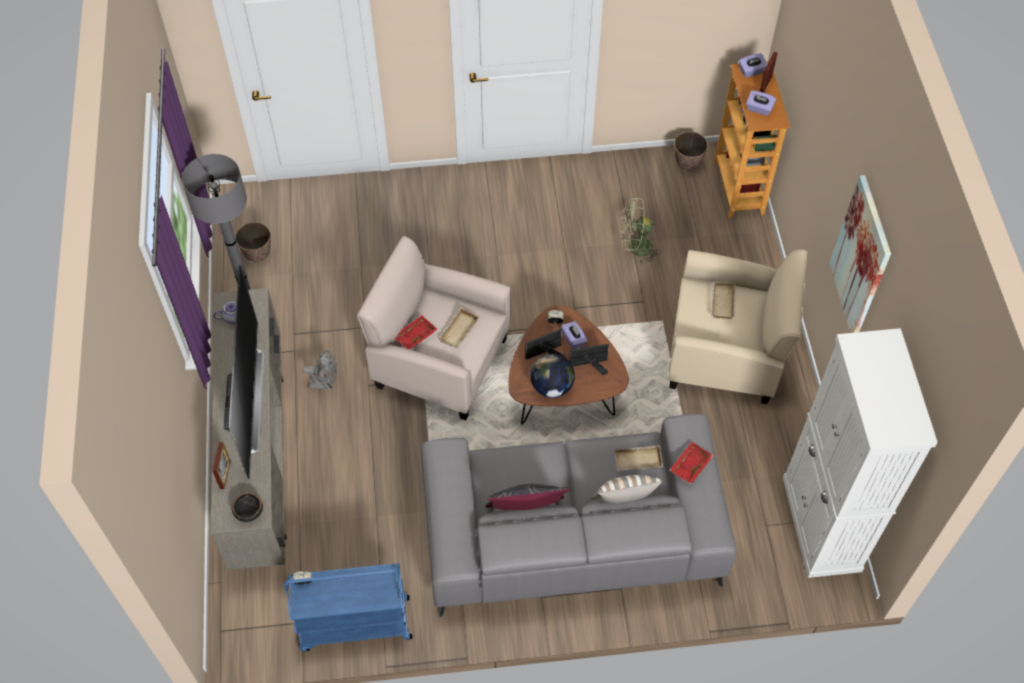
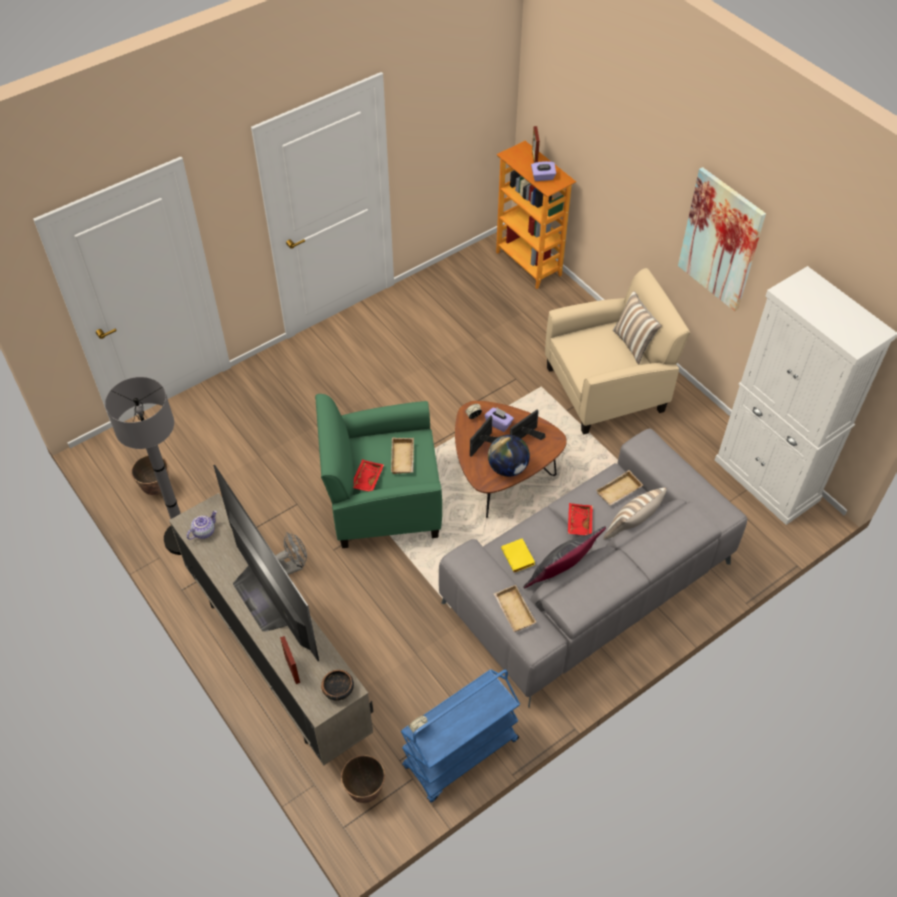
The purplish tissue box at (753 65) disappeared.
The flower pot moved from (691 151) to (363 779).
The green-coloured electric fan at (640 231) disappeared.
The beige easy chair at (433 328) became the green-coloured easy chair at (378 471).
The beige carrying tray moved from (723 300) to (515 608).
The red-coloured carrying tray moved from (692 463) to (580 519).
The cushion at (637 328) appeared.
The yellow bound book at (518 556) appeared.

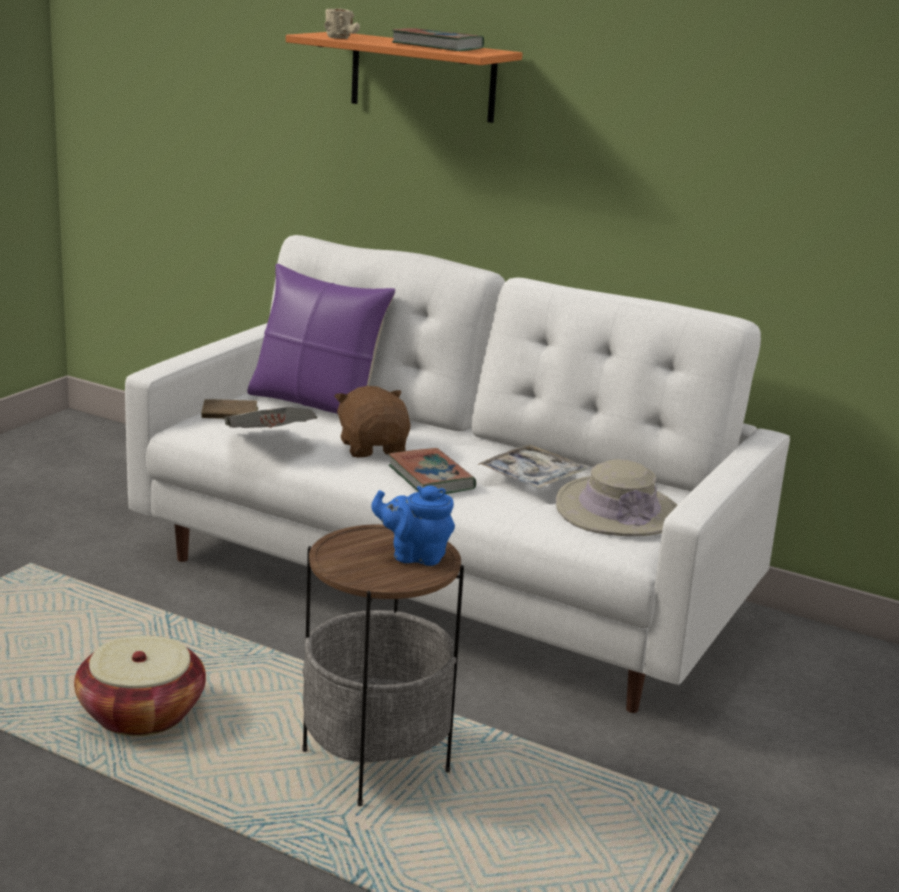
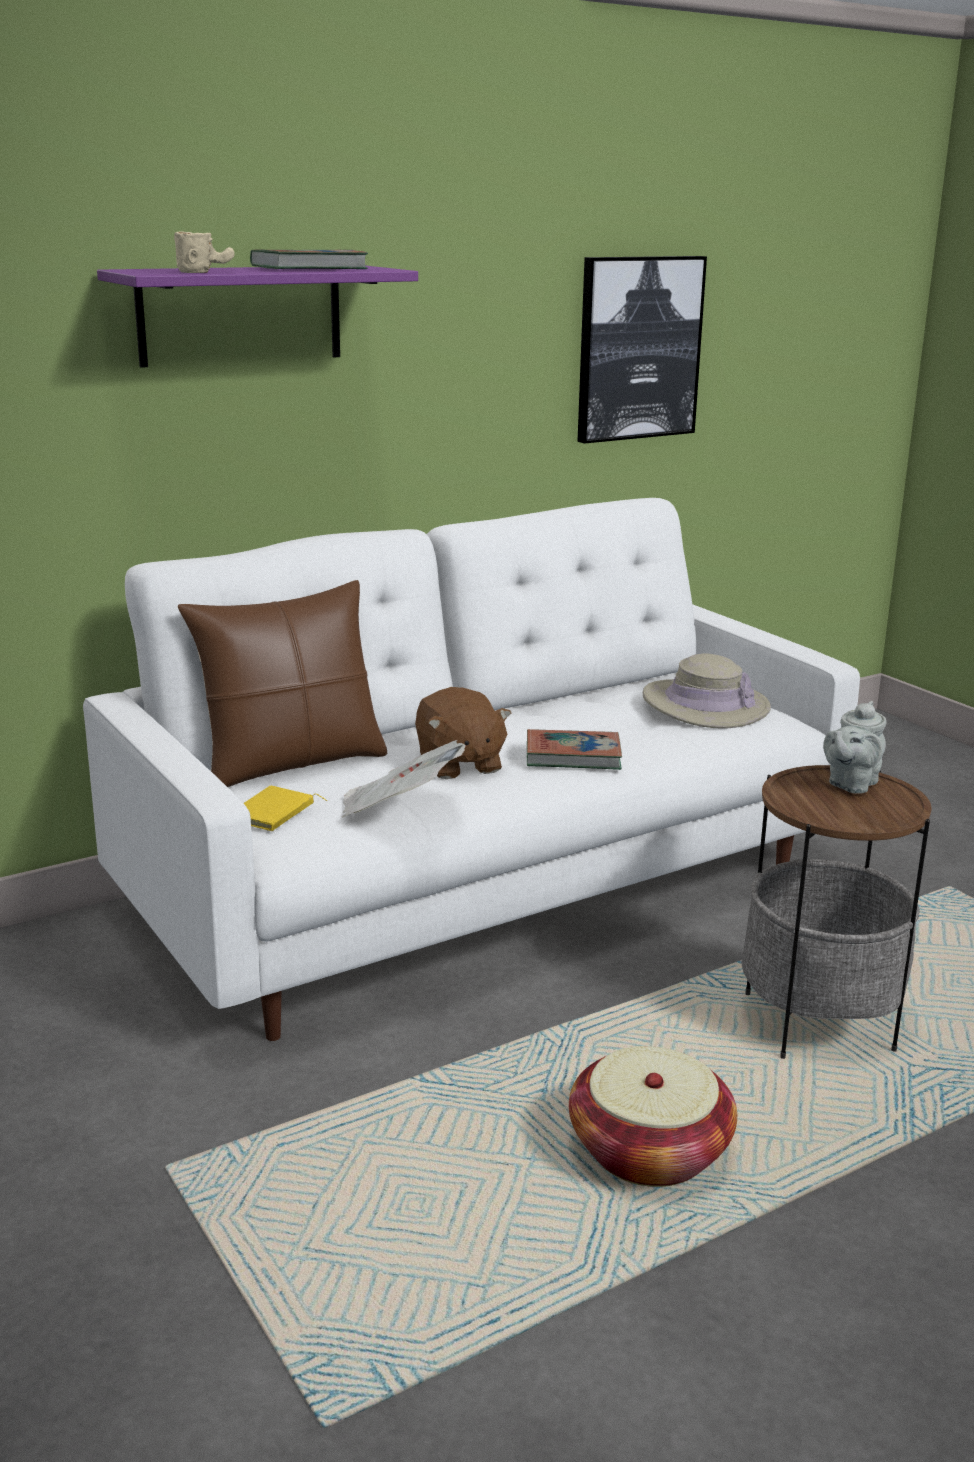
The orange-coloured bracket shelf at (404 77) became the purplish bracket shelf at (257 317).
The purplish cushion at (321 339) became the brownish cushion at (283 683).
The brownish plush toy at (372 422) turned 120 degrees counterclockwise.
The brownish bound book at (229 409) became the yellow bound book at (285 808).
The carrying tray at (532 466) disappeared.
The bluish teapot at (413 526) became the gray teapot at (855 747).
The picture at (642 350) appeared.

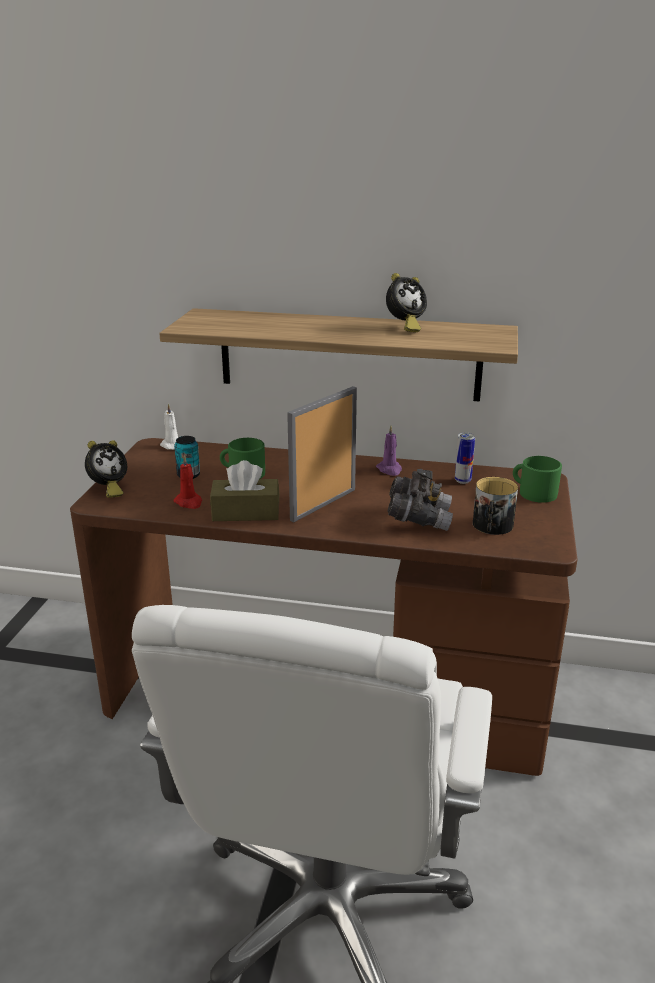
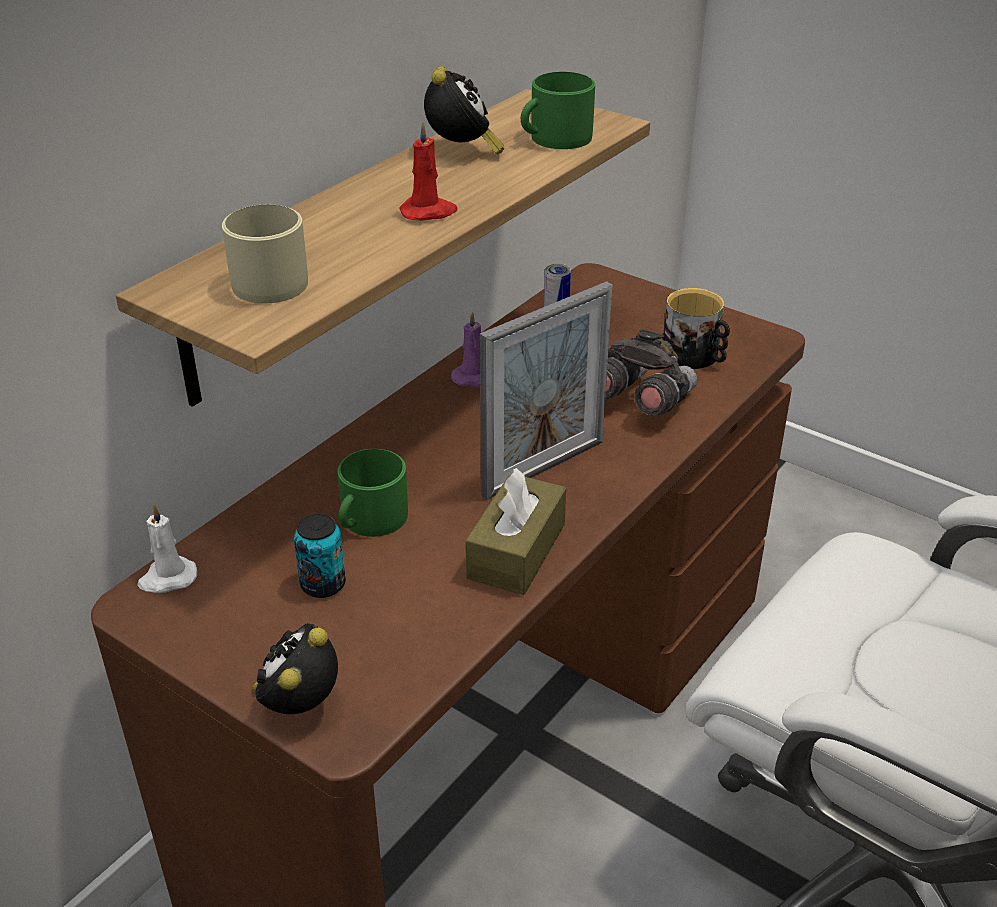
The photo frame at (322 454) turned 105 degrees counterclockwise.
The bedside clock at (106 469) turned 135 degrees counterclockwise.
The red-coloured candle moved from (187 482) to (428 171).
The green-coloured tea mug moved from (537 479) to (558 110).
The beige tea mug at (265 254) appeared.

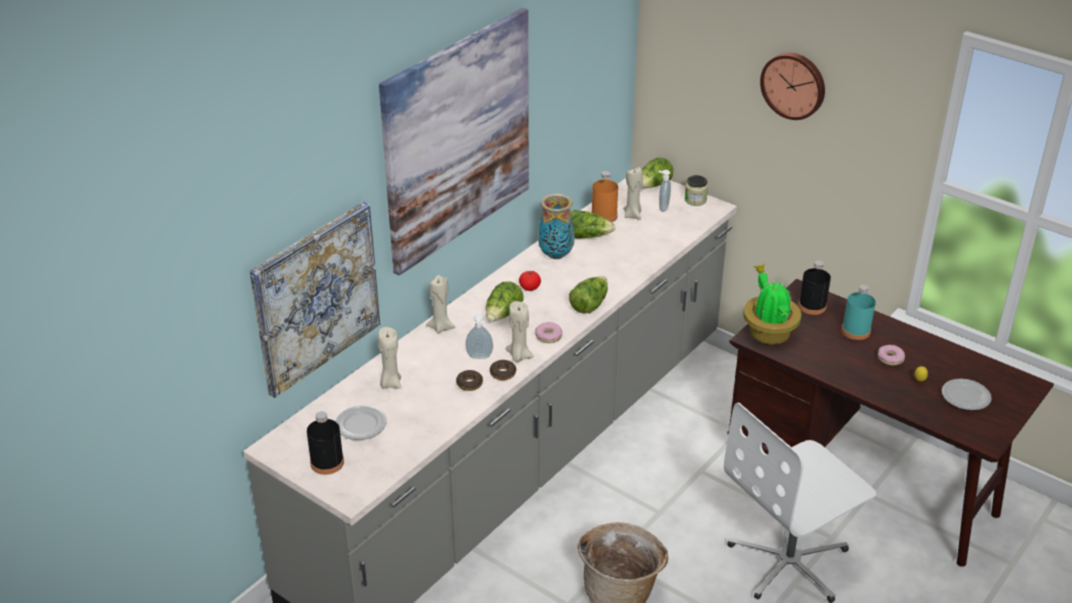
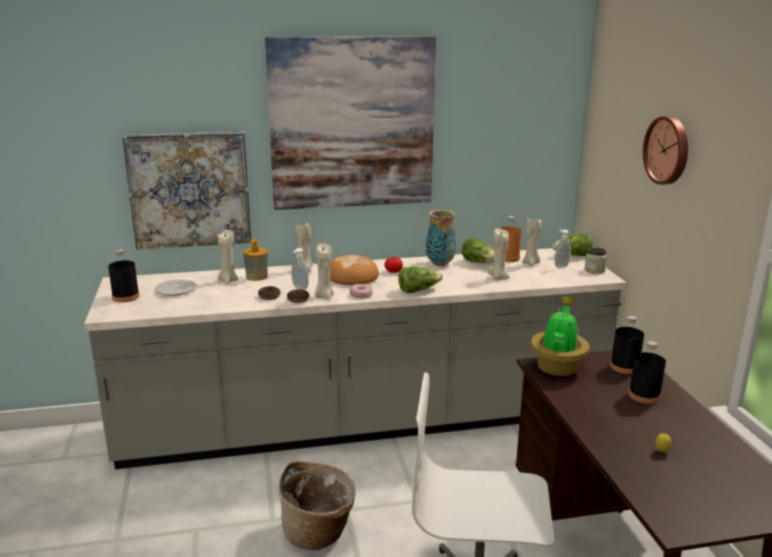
The head of lettuce at (505 301) was replaced by the baked bread at (354 270).
The blue-green beverage bottle at (859 312) became the blackish beverage bottle at (647 372).
The donut at (891 355) disappeared.
The plate at (967 394) disappeared.
The beige candle at (499 254) appeared.
The soap bottle at (255 260) appeared.

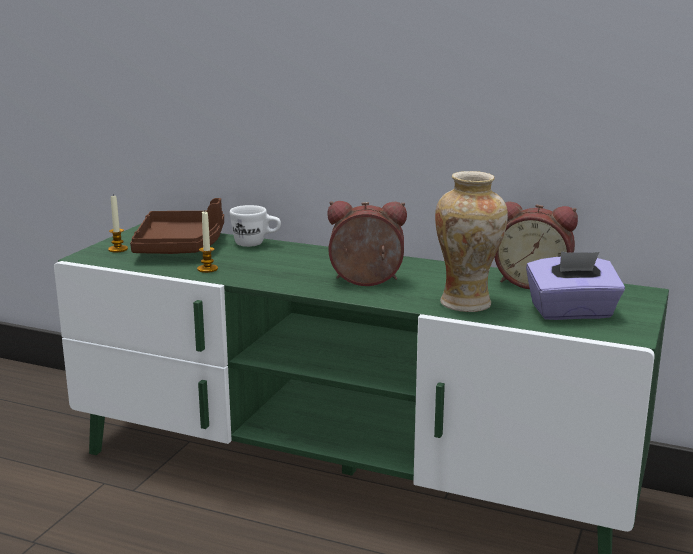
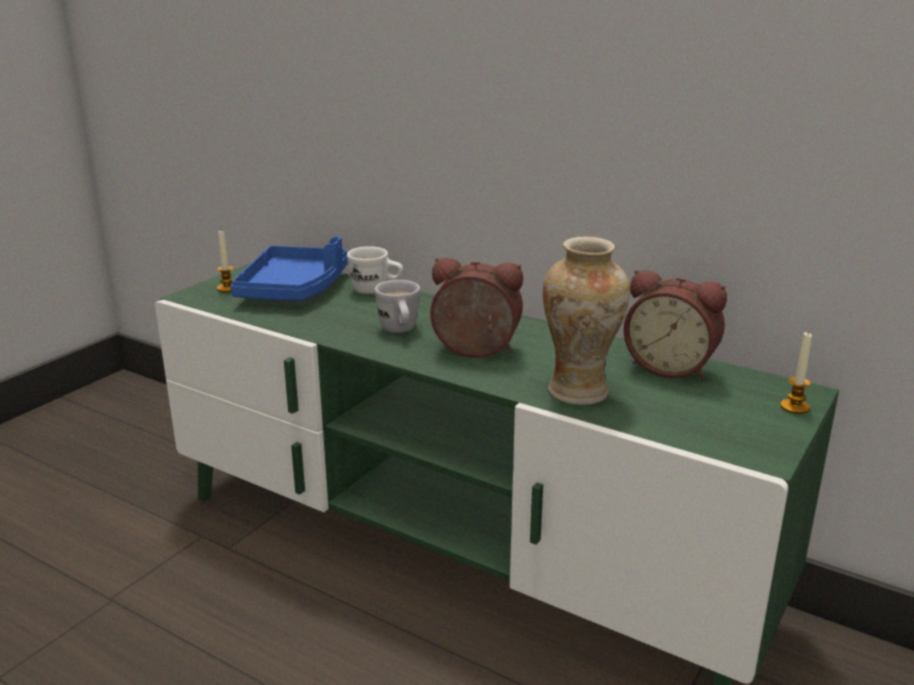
The brownish carrying tray at (177 226) became the bluish carrying tray at (289 269).
The candle moved from (207 242) to (796 372).
The purplish tissue box at (575 286) disappeared.
The whitish tea mug at (397 306) appeared.

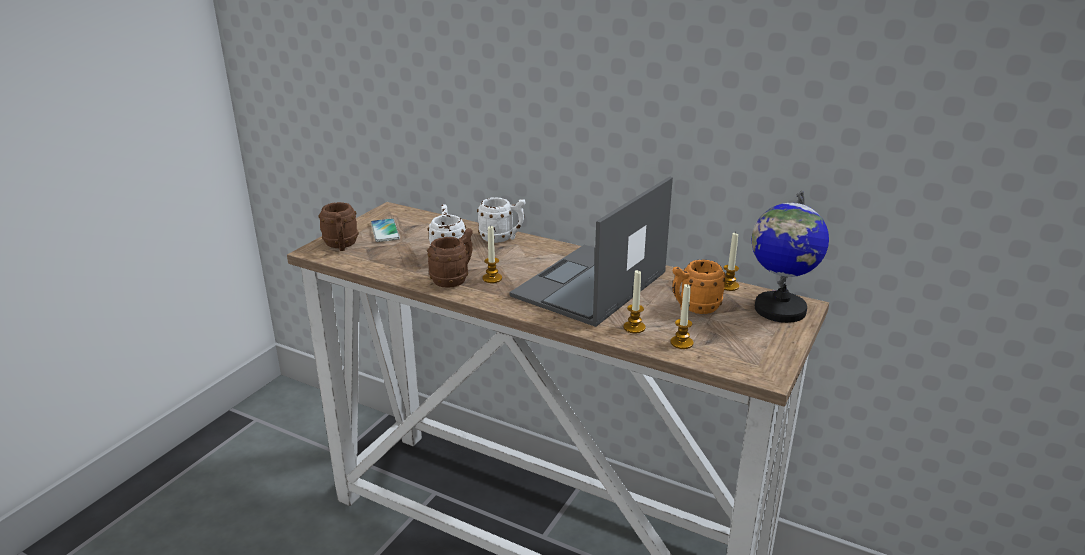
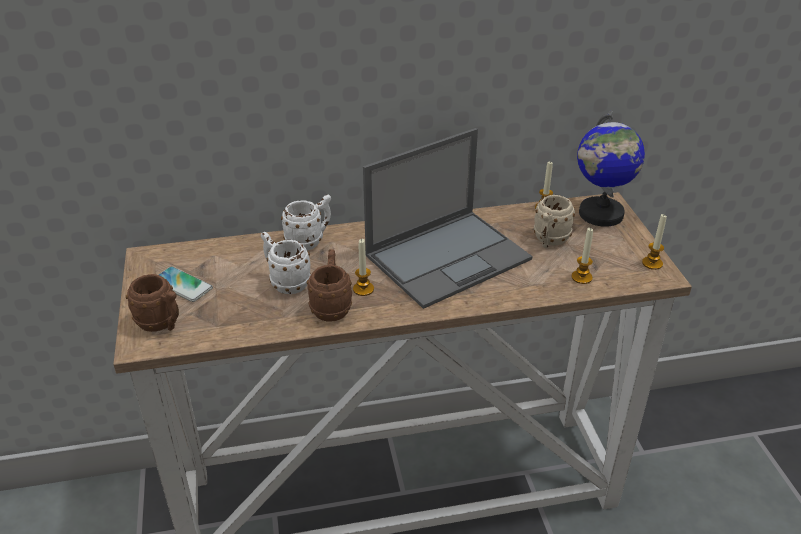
The laptop at (591 251) turned 120 degrees counterclockwise.
The orange-coloured tea mug at (699 286) became the beige tea mug at (554 221).
The candle moved from (634 302) to (654 242).

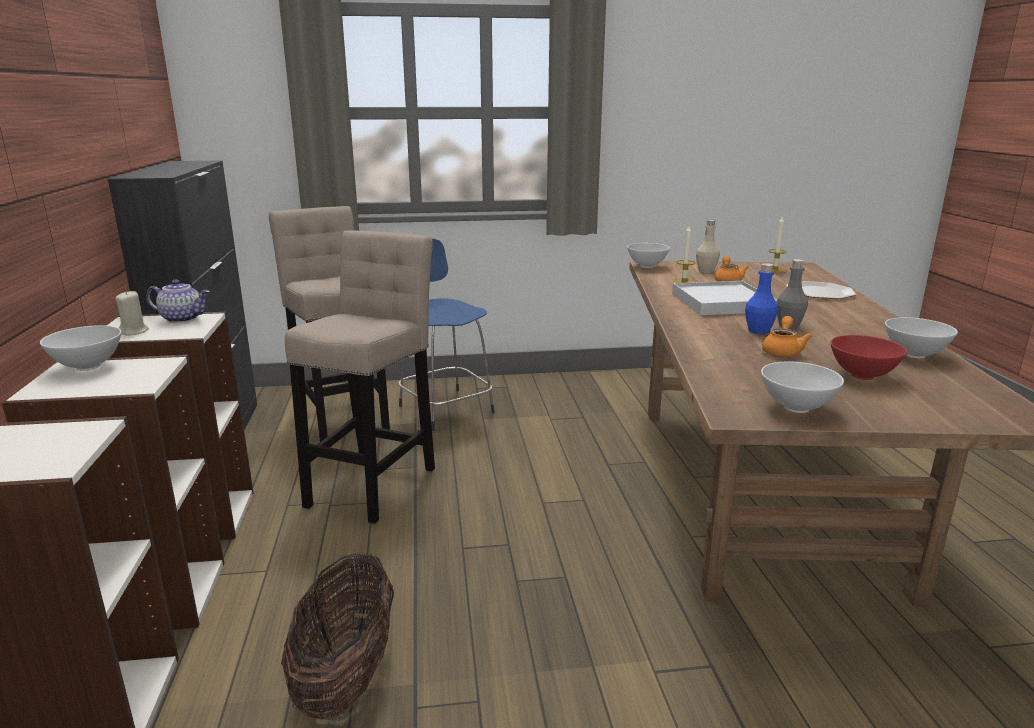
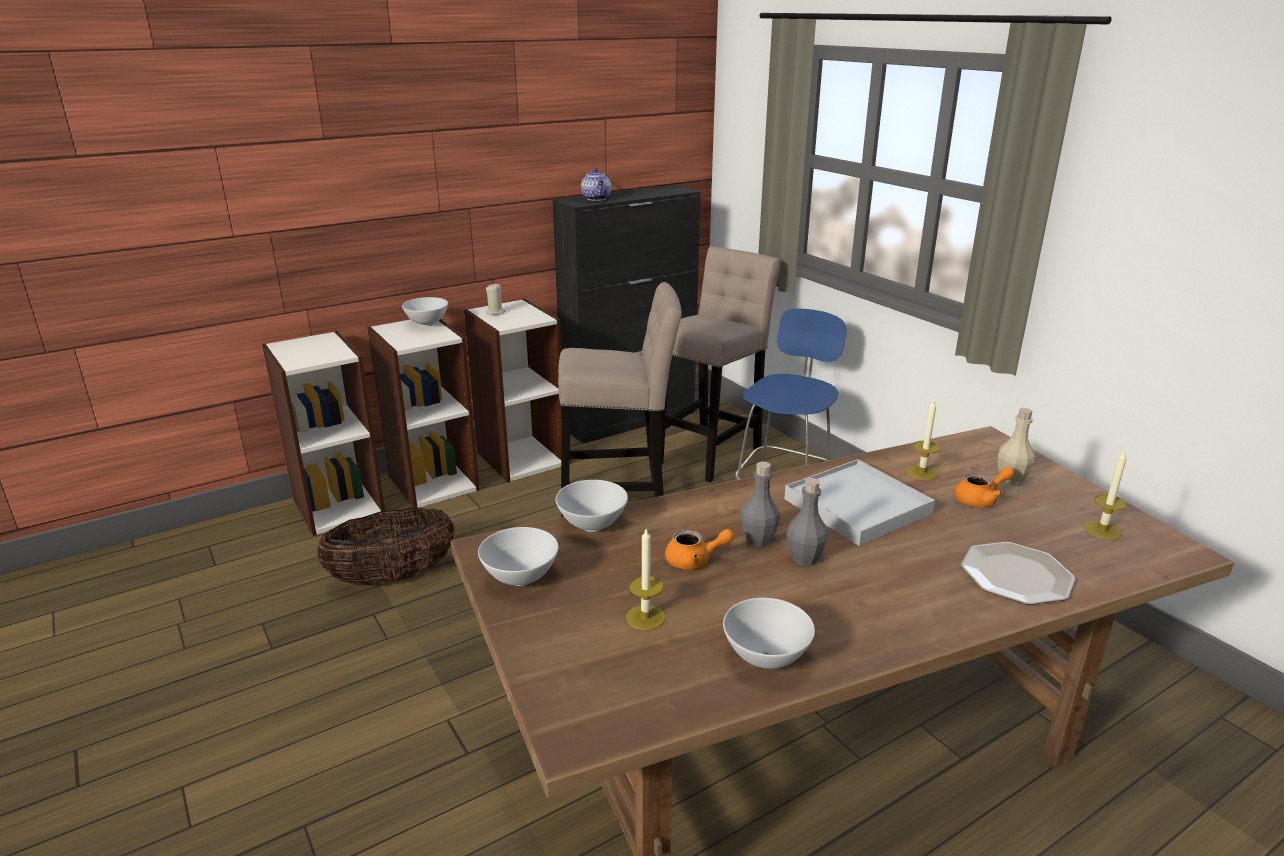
The whitish deep dish moved from (648 255) to (591 506).
The bluish beverage bottle at (761 298) became the gray beverage bottle at (760 504).
The teapot moved from (178 301) to (596 184).
The red-coloured deep dish at (868 357) was replaced by the candle at (646 579).

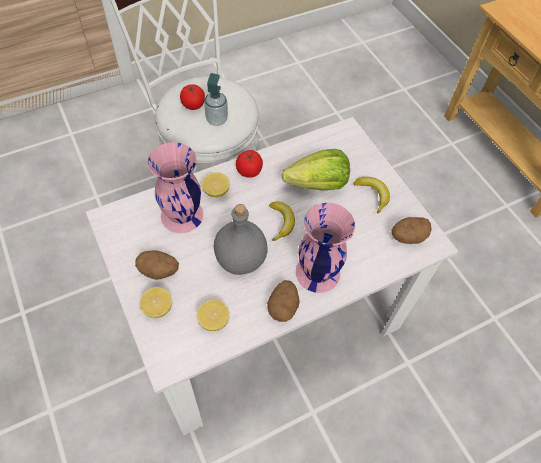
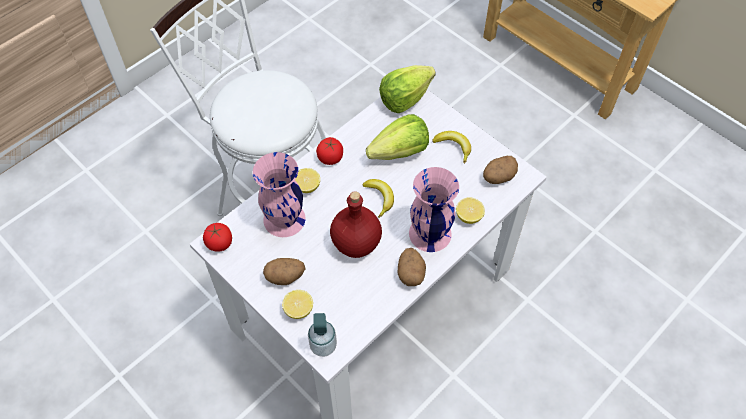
The soap bottle moved from (216 99) to (322 335).
The whole tomato moved from (192 97) to (217 237).
The gray beverage bottle at (241 239) became the red-coloured beverage bottle at (356 224).
The citrus fruit moved from (213 315) to (470 210).
The head of lettuce at (407 89) appeared.

